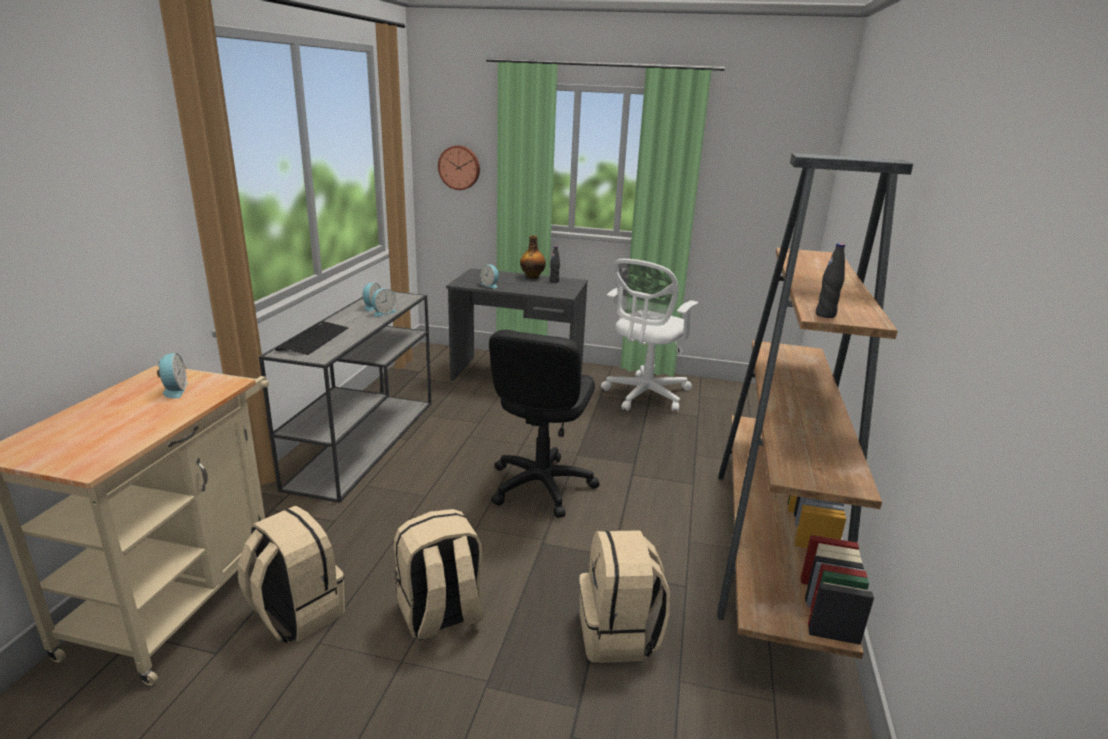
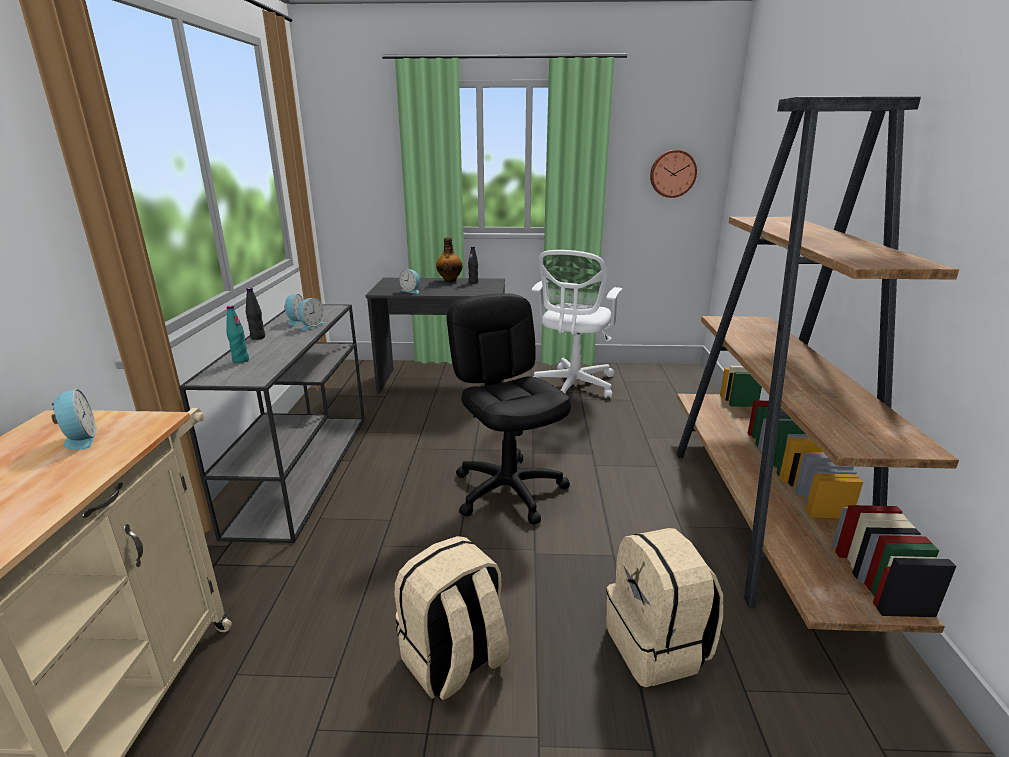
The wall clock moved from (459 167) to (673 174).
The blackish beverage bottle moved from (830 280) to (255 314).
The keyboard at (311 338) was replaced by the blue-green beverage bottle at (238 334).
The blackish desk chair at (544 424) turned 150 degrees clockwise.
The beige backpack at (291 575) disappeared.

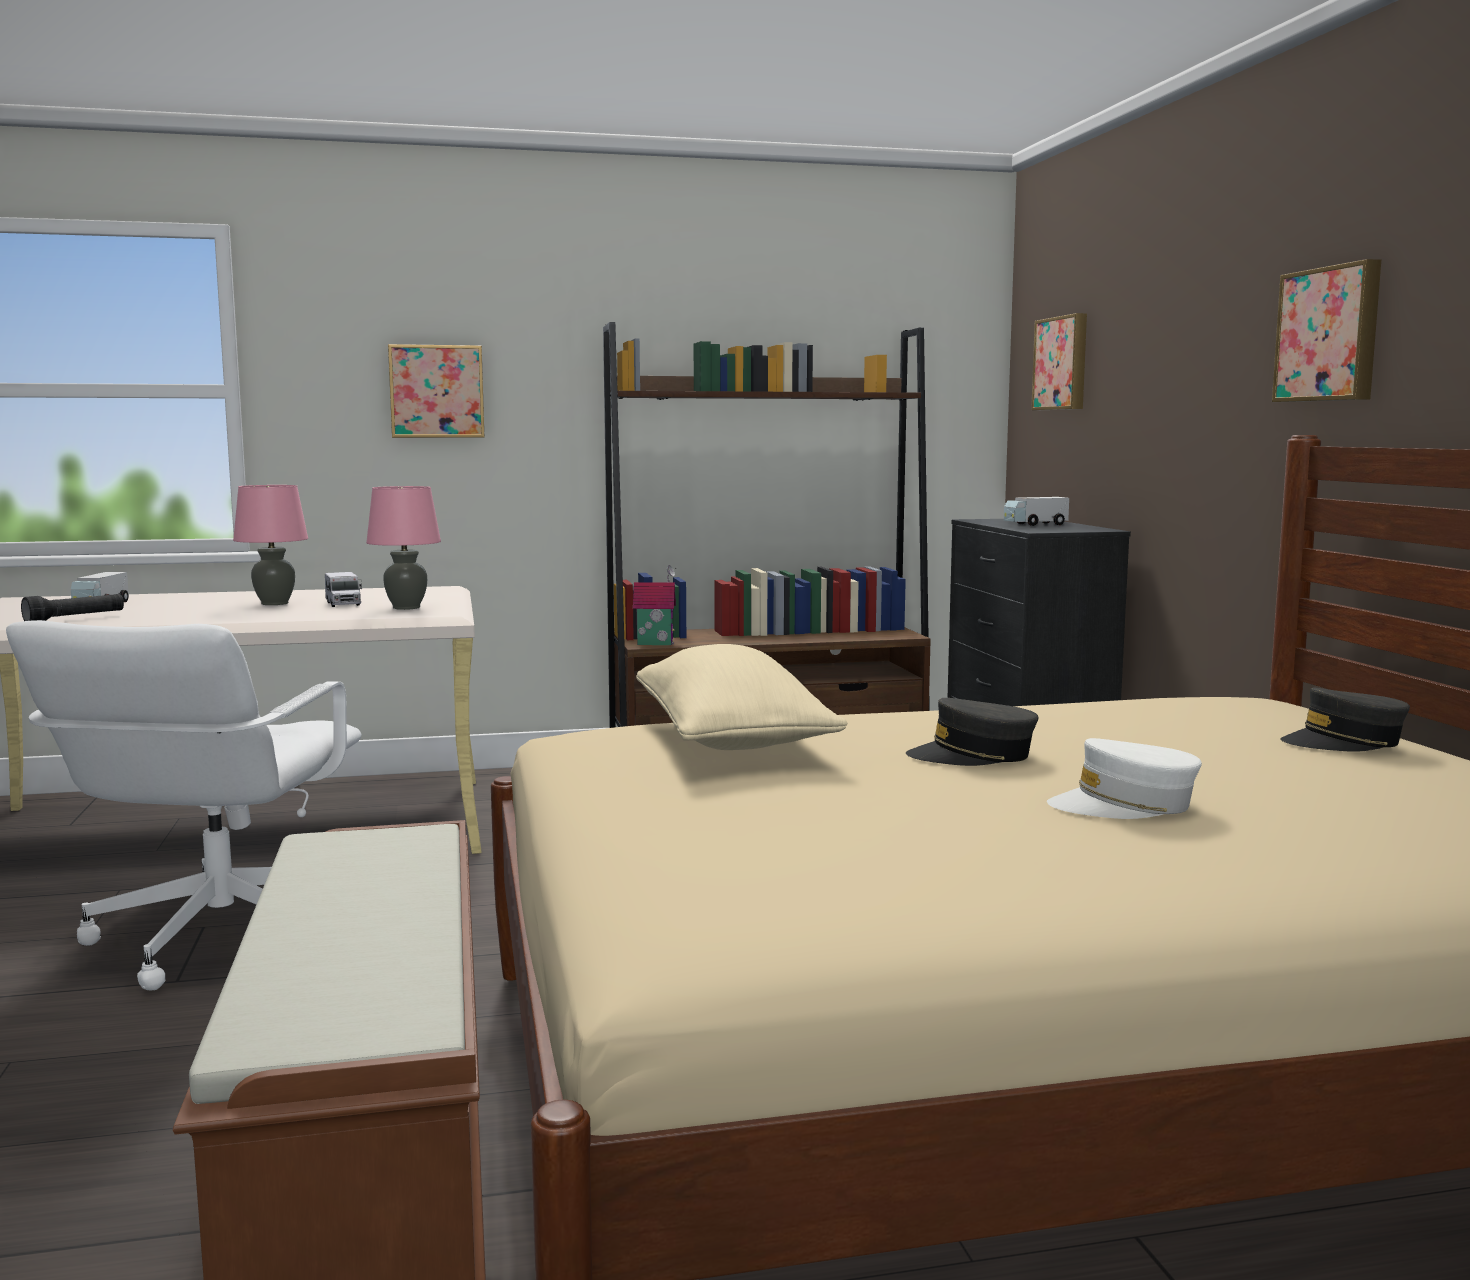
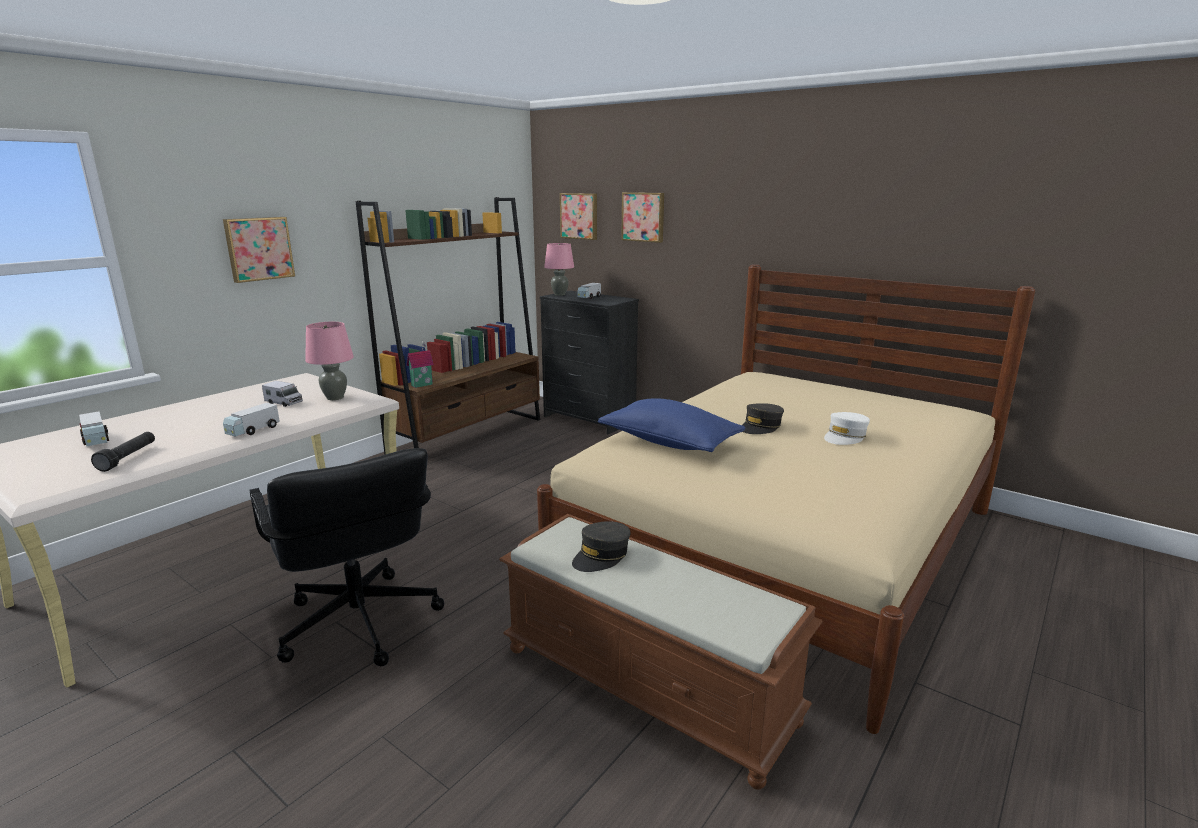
The picture moved from (1326 330) to (642 217).
The pink tabletop lamp moved from (270 545) to (559 269).
The whitish desk chair at (184 805) became the blackish desk chair at (346 557).
The beige cushion at (741 697) became the bluish cushion at (671 425).
The gray peaked cap moved from (1345 720) to (601 546).
The model truck at (251 420) appeared.

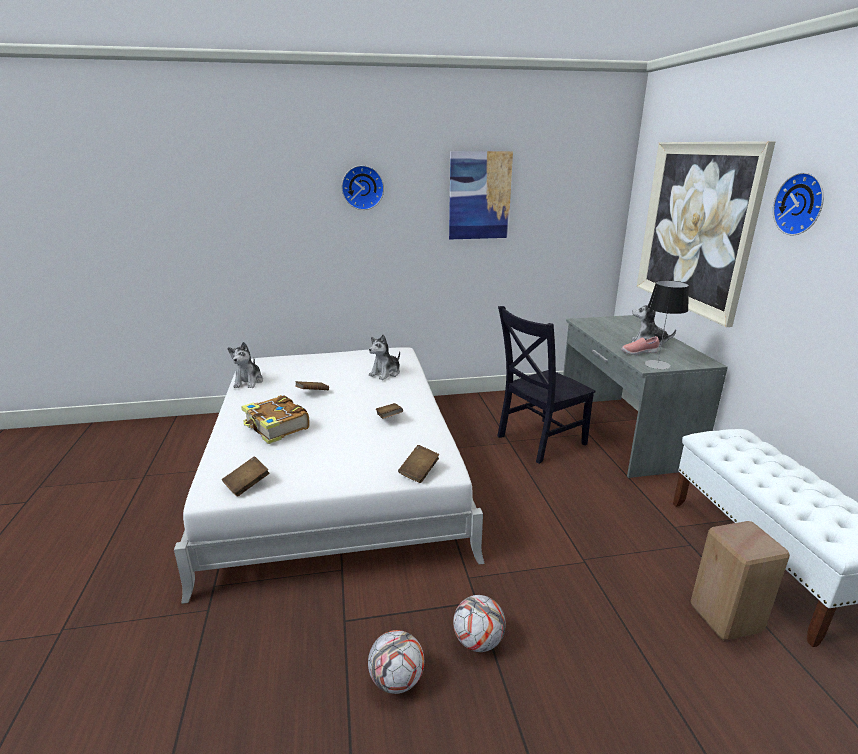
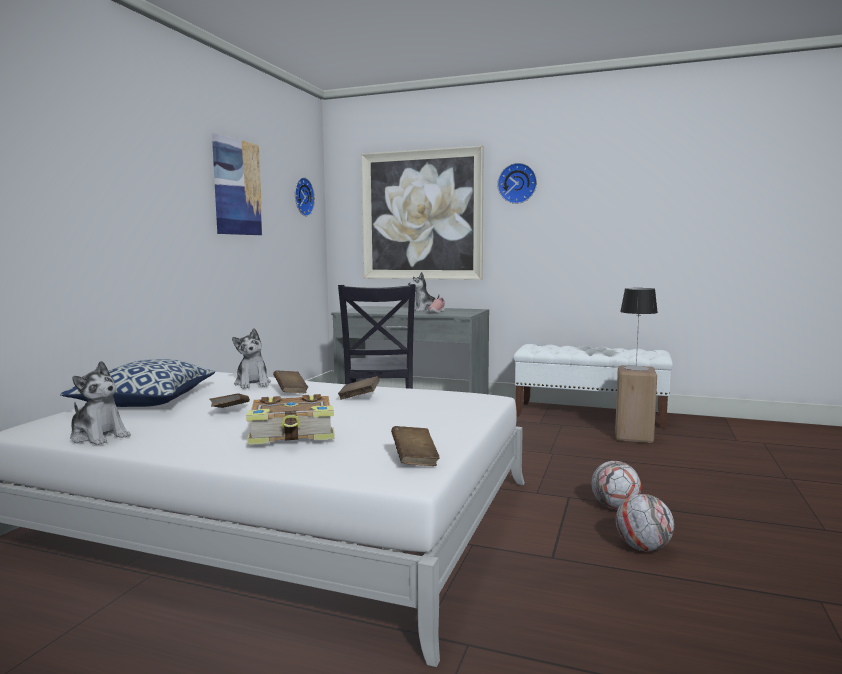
The wall clock moved from (362 187) to (305 196).
The tabletop lamp moved from (666 324) to (639 329).
The brownish bound book moved from (419 464) to (290 381).
The cushion at (137 383) appeared.

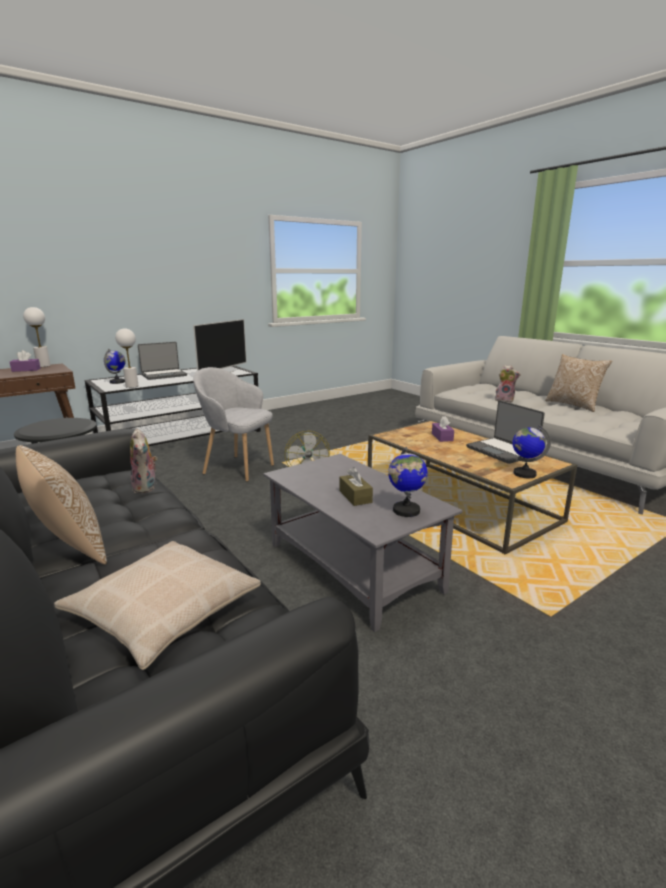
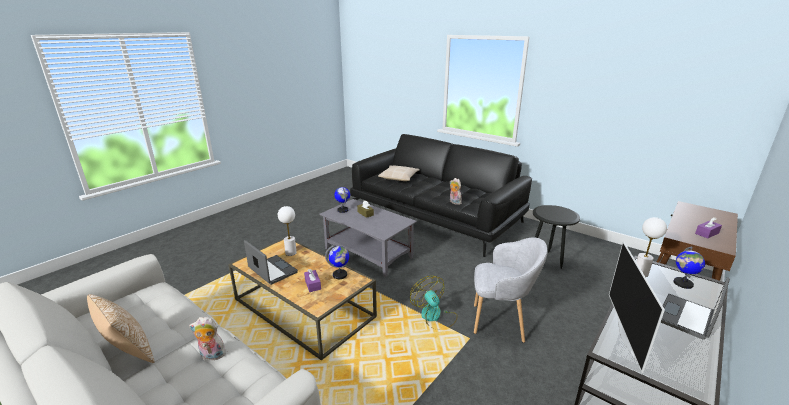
The whitish tabletop lamp moved from (37 337) to (287 231).
The globe moved from (532 451) to (337 262).
The cushion at (61 505) disappeared.

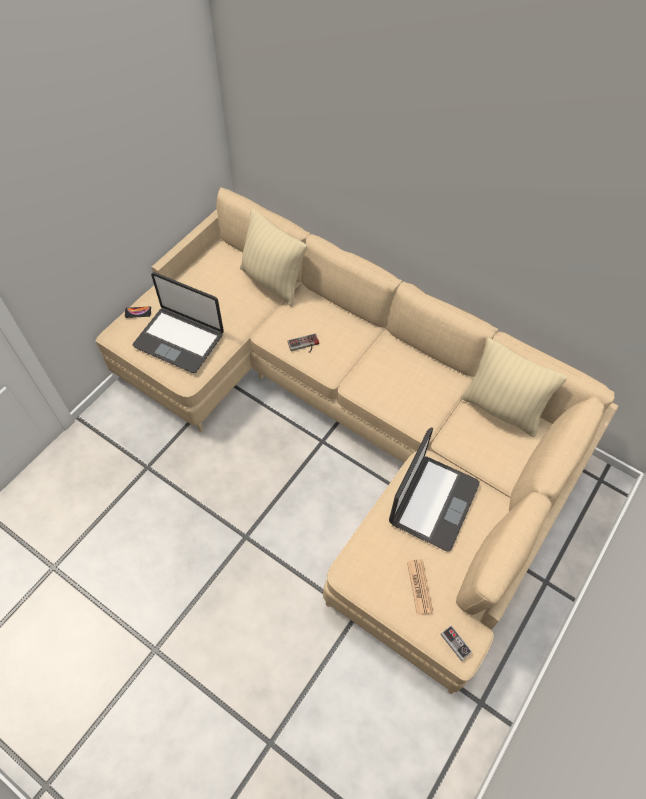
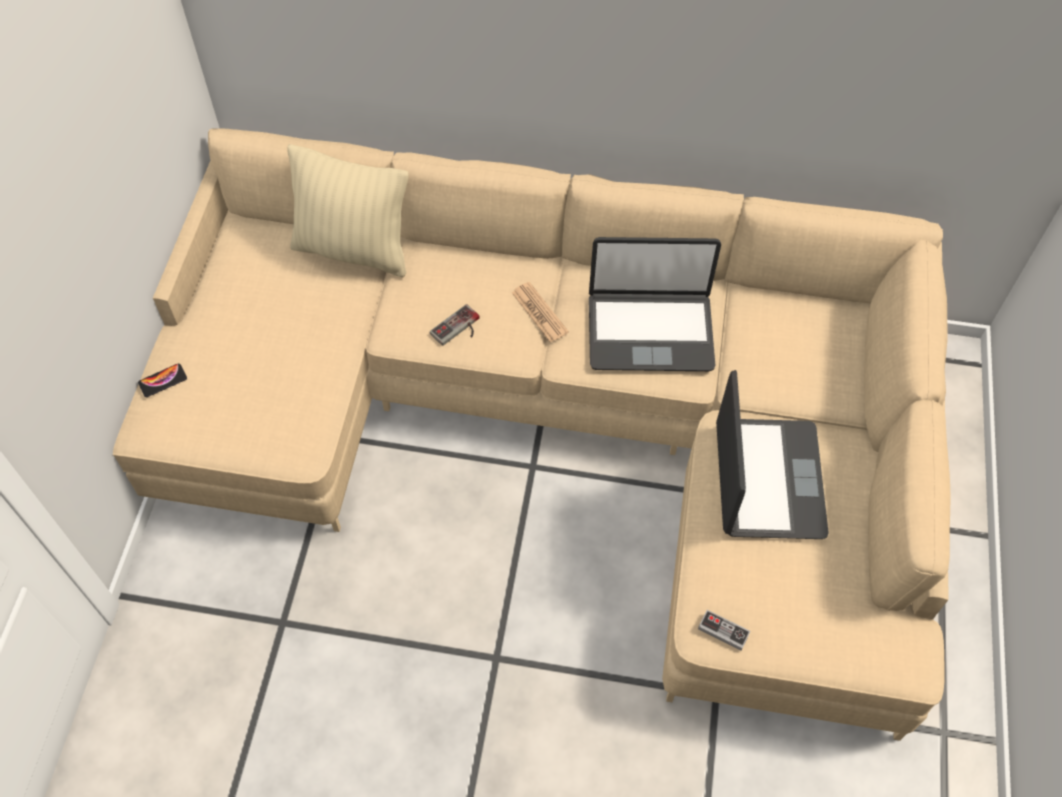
The laptop moved from (178 322) to (655 304).
The beige cushion at (514 387) disappeared.
The newspaper moved from (420 587) to (540 312).
The game controller moved from (456 643) to (724 630).

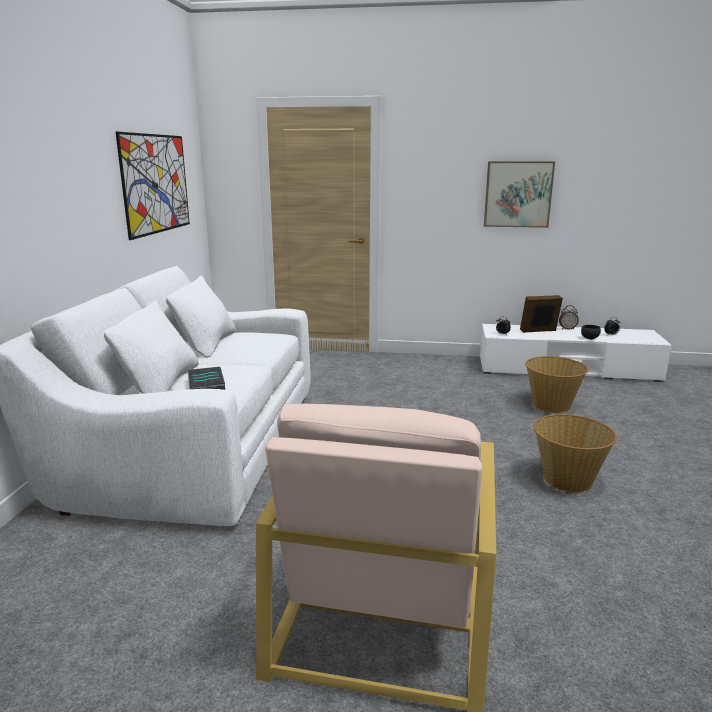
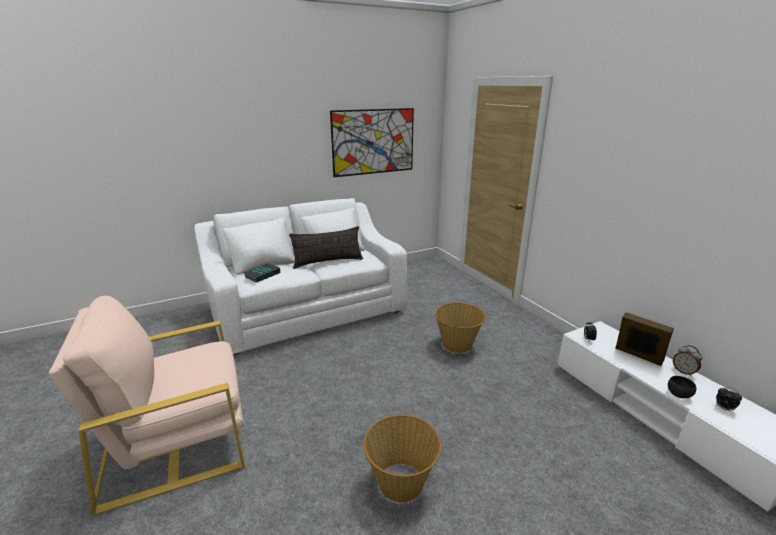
The picture at (519 194) disappeared.
The storage basket moved from (557 384) to (460 328).
The cushion at (326 247) appeared.

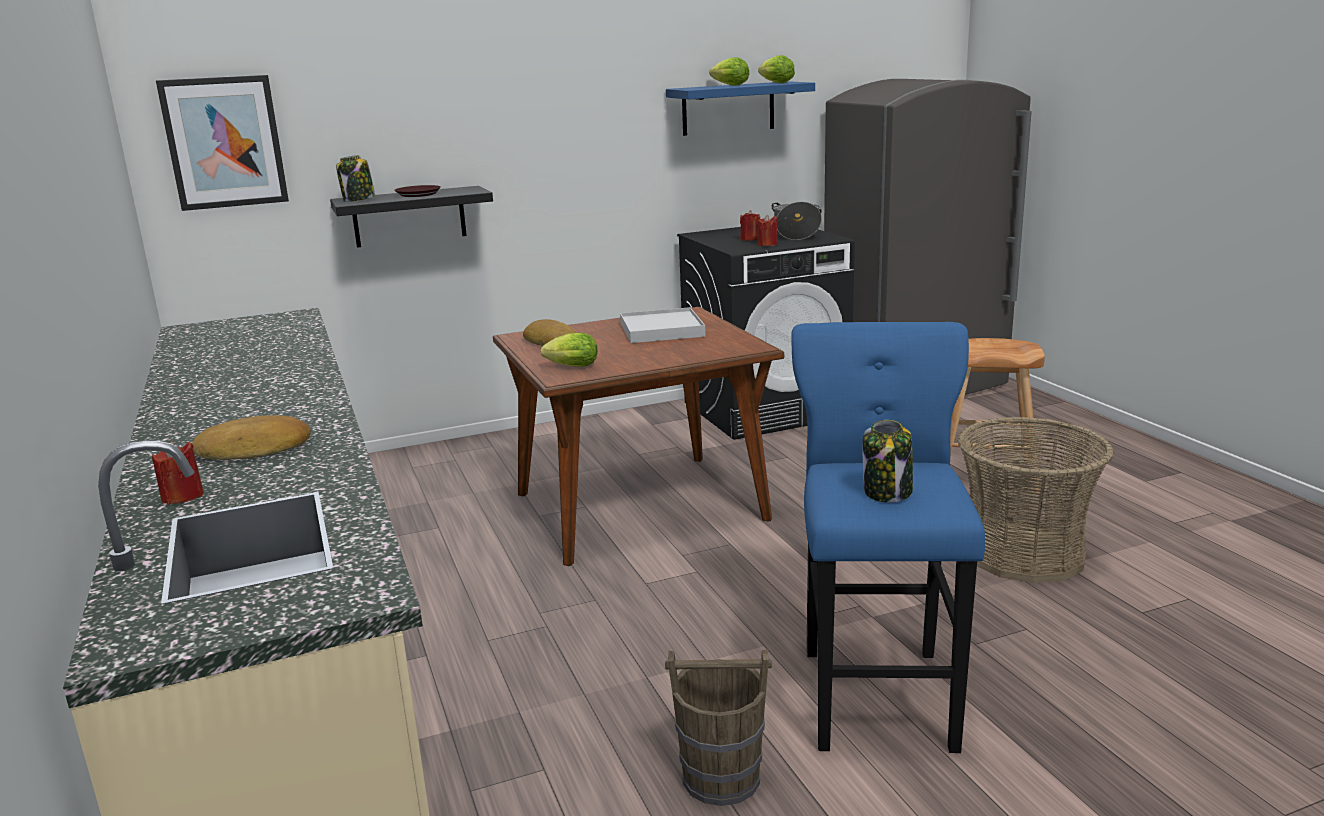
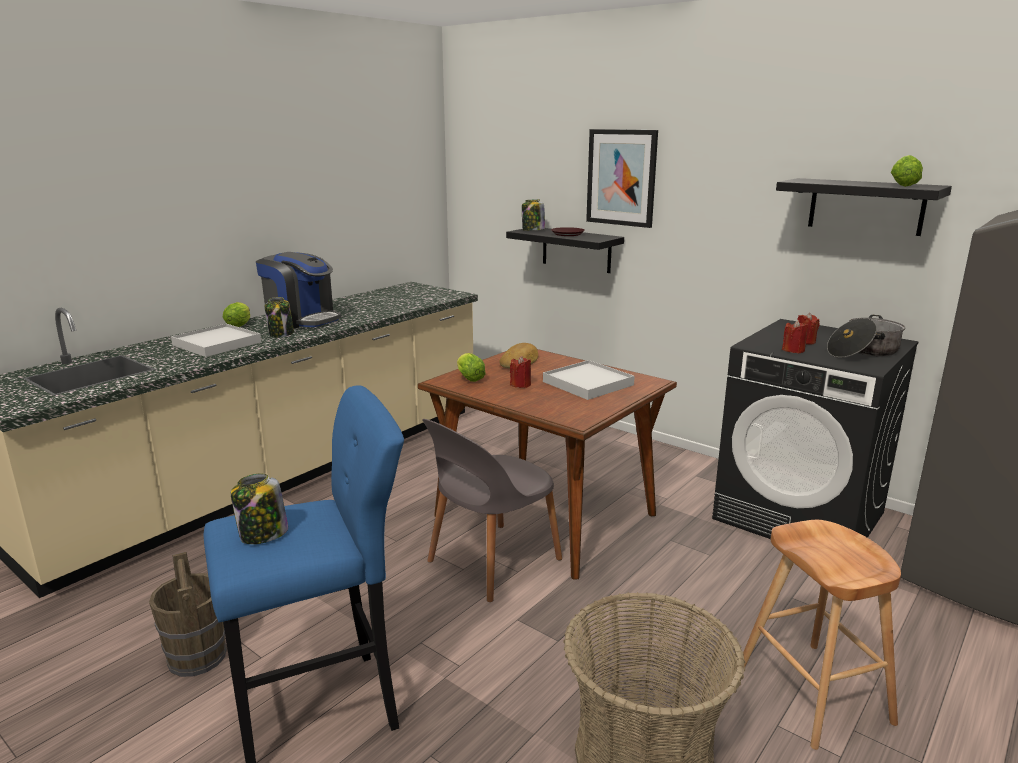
The head of lettuce moved from (729 71) to (236 314).
The picture moved from (222 143) to (622 178).
The bluish bracket shelf at (740 108) became the blackish bracket shelf at (864 207).
The baked bread at (251 437) was replaced by the whitish carrying tray at (216 340).
The red-coloured candle moved from (178 473) to (520 372).
The coffee brewer at (298 290) appeared.
The jar at (279 317) appeared.
The gray plain chair at (492 510) appeared.

